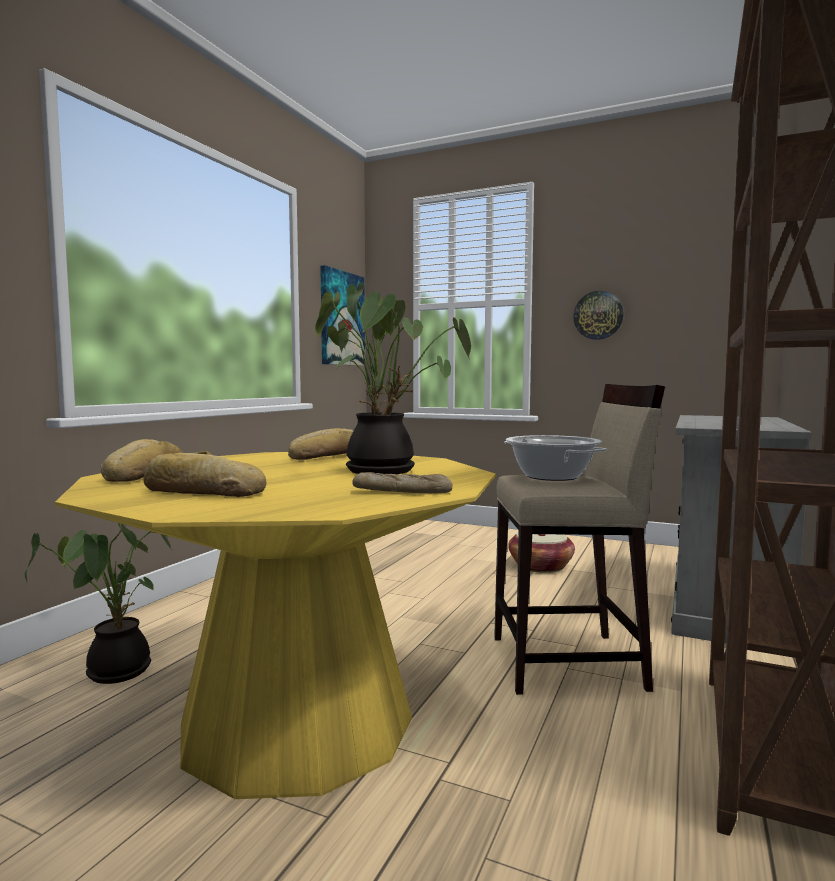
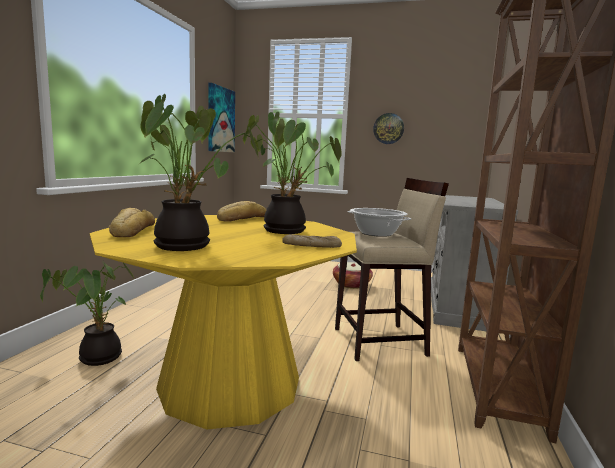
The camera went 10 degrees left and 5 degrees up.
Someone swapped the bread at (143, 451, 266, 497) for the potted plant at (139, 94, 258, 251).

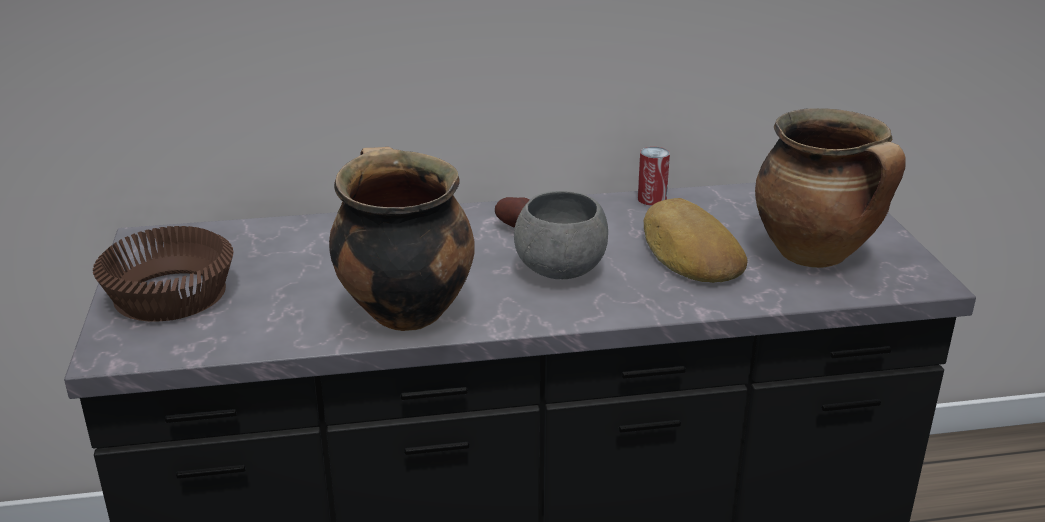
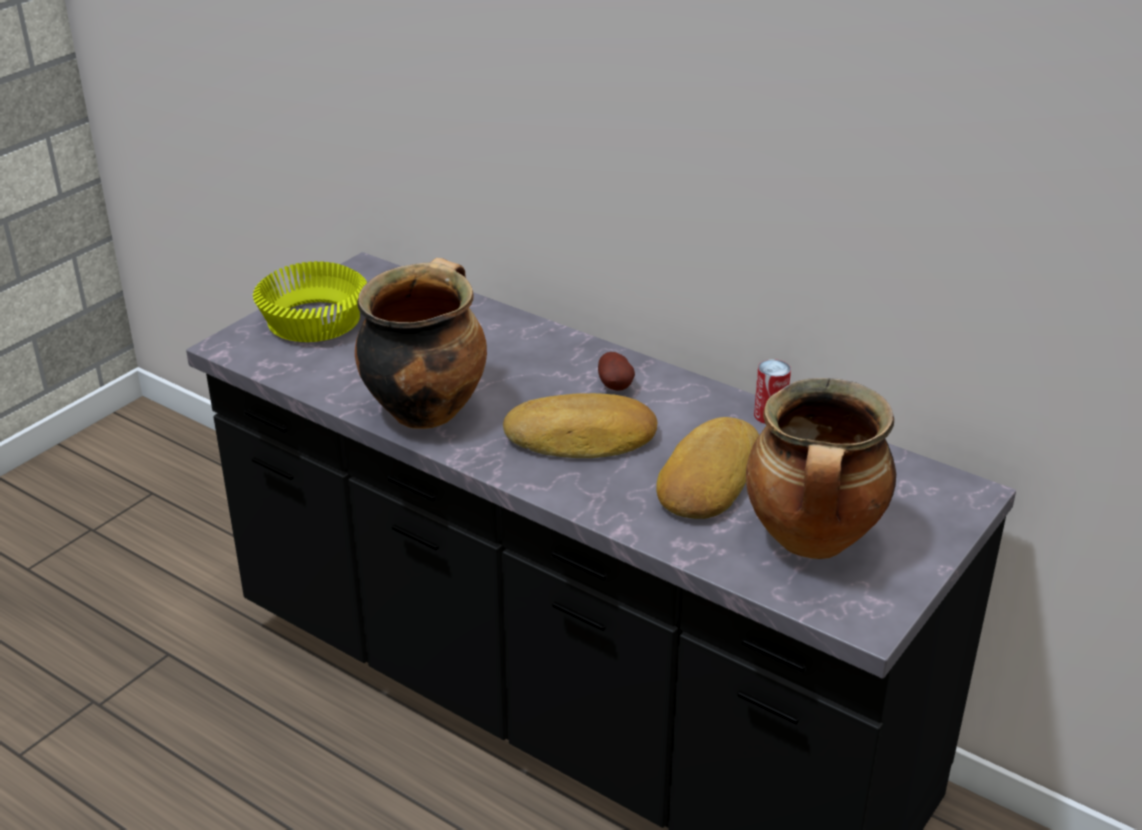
The camera went 45 degrees right and 5 degrees up.
Someone swapped the bowl in grey at (514, 191, 608, 279) for the bread at (503, 393, 657, 458).
Someone repainted the bowl in brown at (93, 226, 233, 322), which became the bowl in yellow at (253, 261, 367, 342).

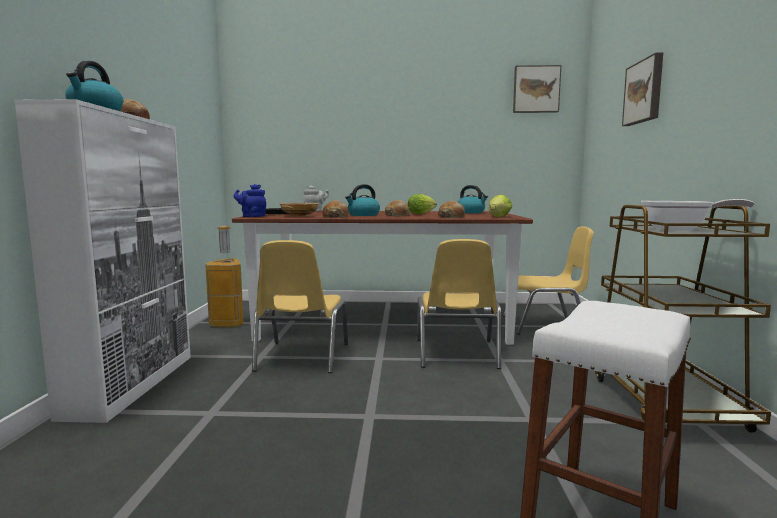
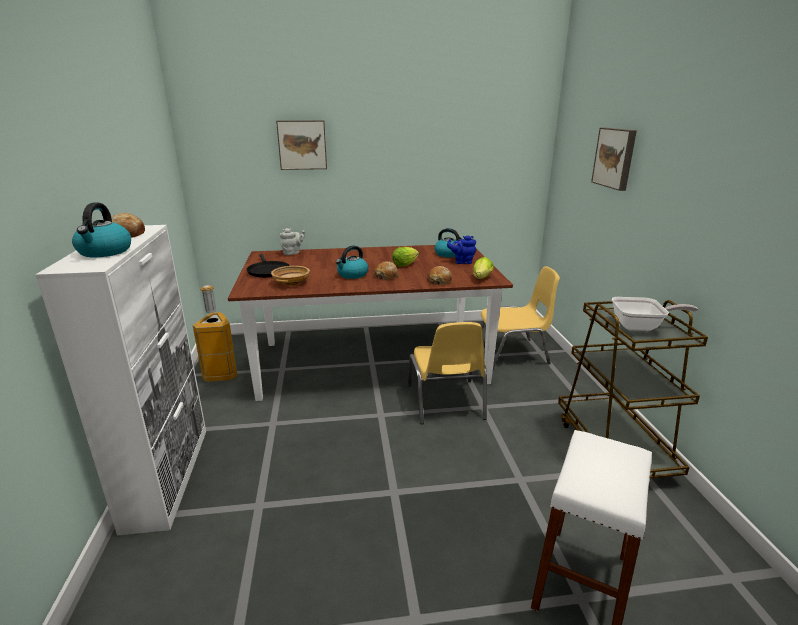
The camera went 10 degrees left and 15 degrees up.
Someone carried the picture from (513, 65, 561, 113) to (276, 120, 327, 170).
Someone carried the teapot in blue from (234, 184, 266, 217) to (447, 236, 476, 264).
Someone took away the bread at (322, 201, 349, 218).
Someone took away the chair in yellow at (252, 240, 348, 373).

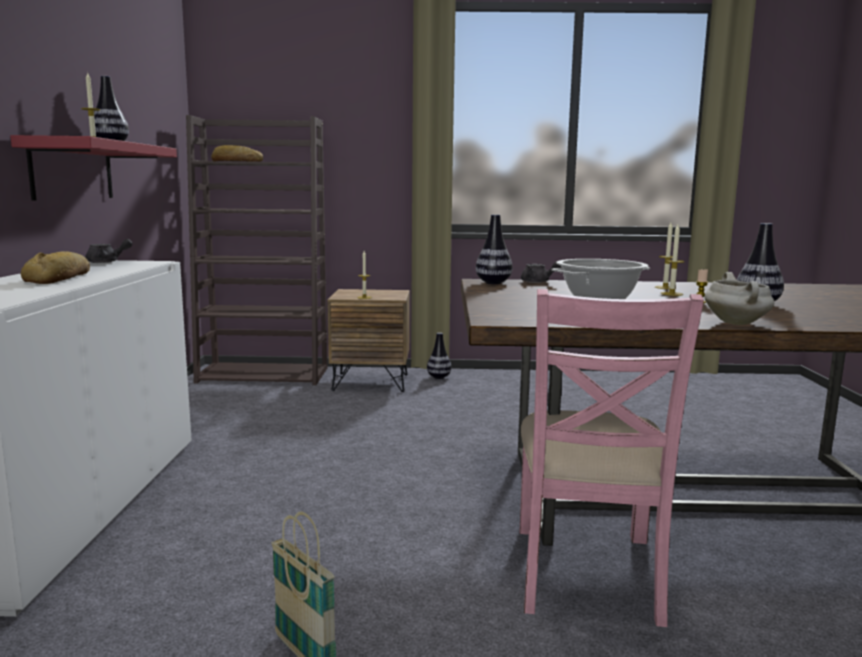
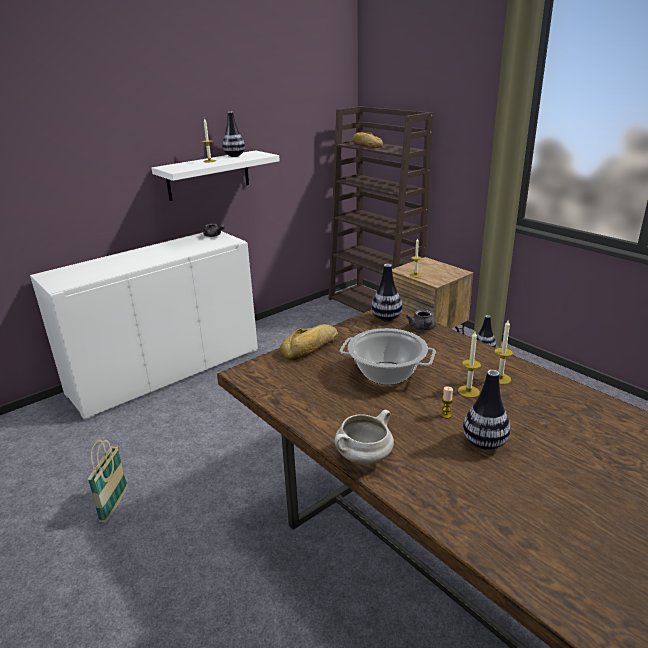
The camera went 50 degrees right and 15 degrees up.
Someone repainted the shelf in red at (10, 135, 177, 201), which became the shelf in white at (152, 150, 280, 201).
Someone carried the bread from (21, 251, 90, 284) to (280, 324, 338, 360).
Someone took away the chair in pink at (519, 289, 704, 627).

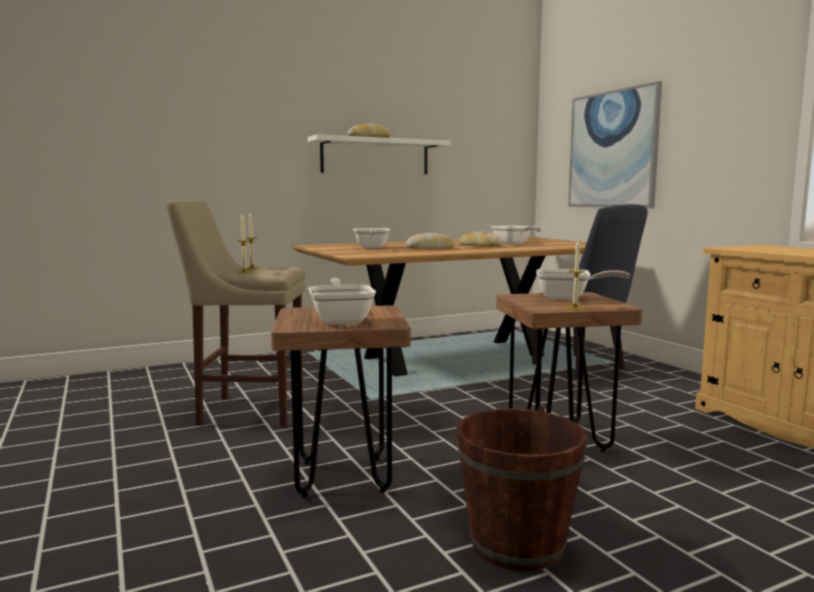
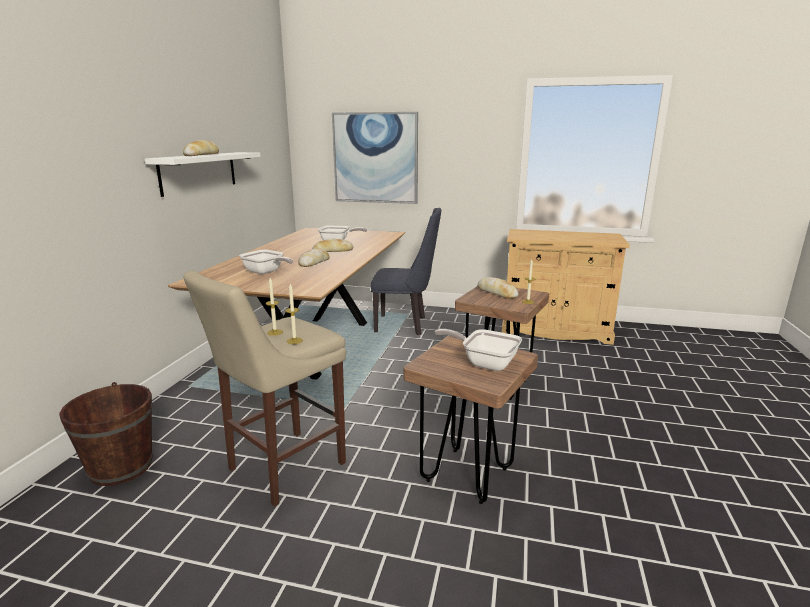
The camera went 50 degrees left and 10 degrees up.
Someone swapped the frying pan at (536, 269, 630, 300) for the bread at (477, 277, 518, 299).
Someone carried the bucket in brown from (456, 406, 588, 571) to (59, 382, 153, 486).

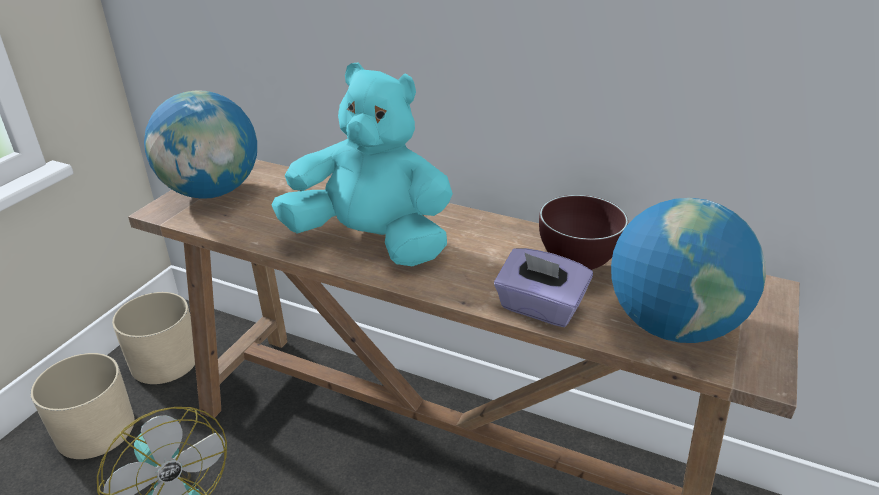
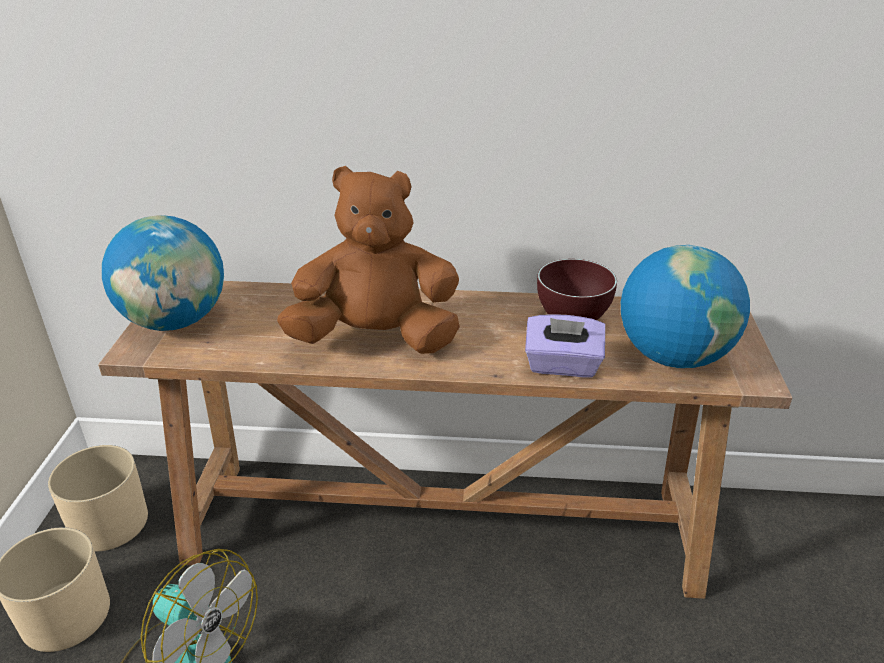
The camera went 20 degrees left and 0 degrees up.
Someone repainted the plush toy in turquoise at (272, 62, 453, 266), which became the plush toy in brown at (277, 166, 460, 354).

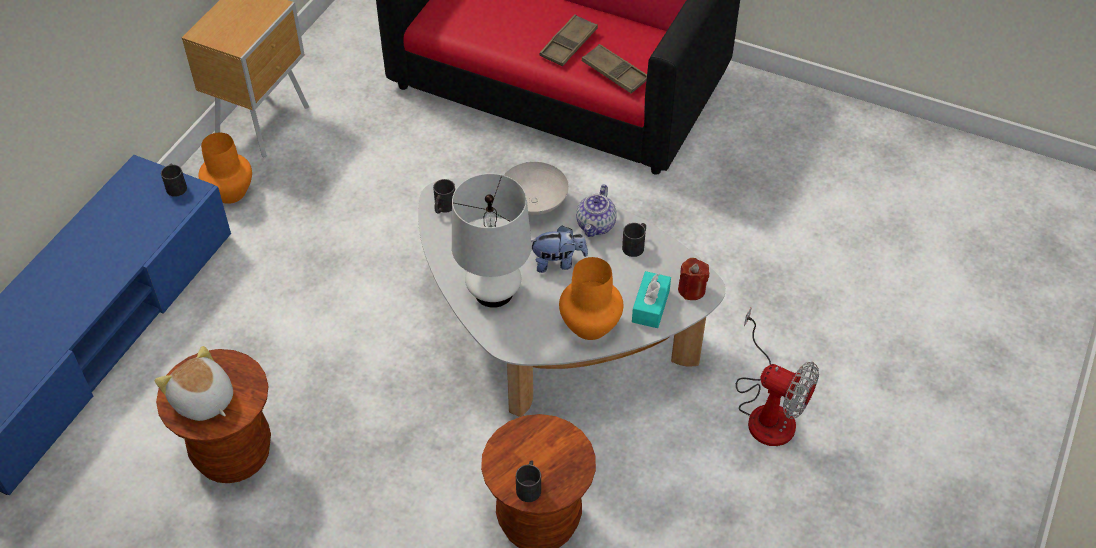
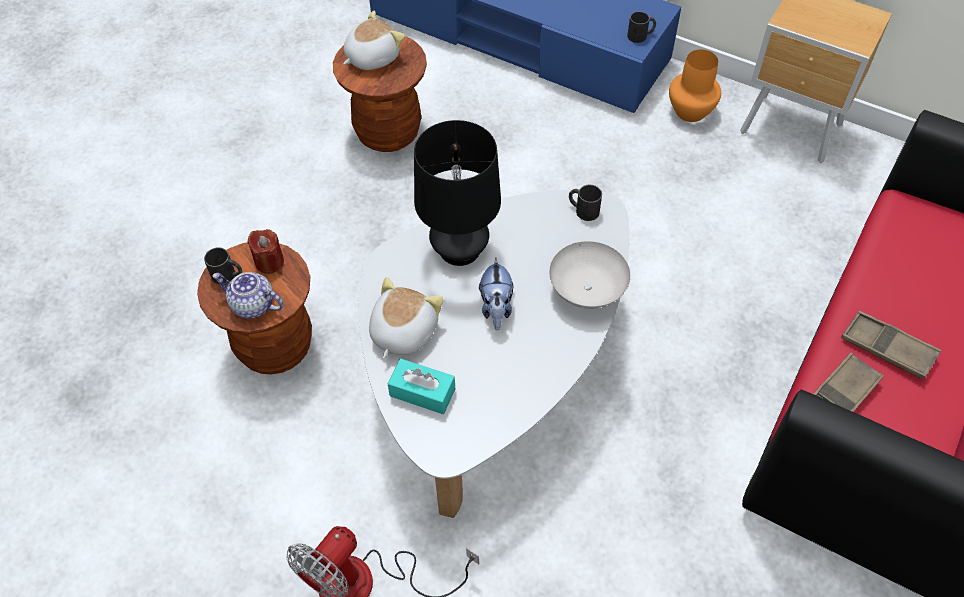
The camera went 95 degrees right and 5 degrees up.
Someone repainted the table lamp in white at (452, 174, 532, 308), which became the table lamp in black at (414, 120, 501, 266).
Someone carried the teapot from (576, 184, 617, 237) to (212, 272, 283, 319).
Someone took away the mug in black at (622, 223, 646, 257).
Someone swapped the vase in orange at (559, 257, 623, 340) for the plush toy at (369, 277, 443, 359).
Someone carried the candle in red from (678, 258, 710, 300) to (248, 229, 284, 274).

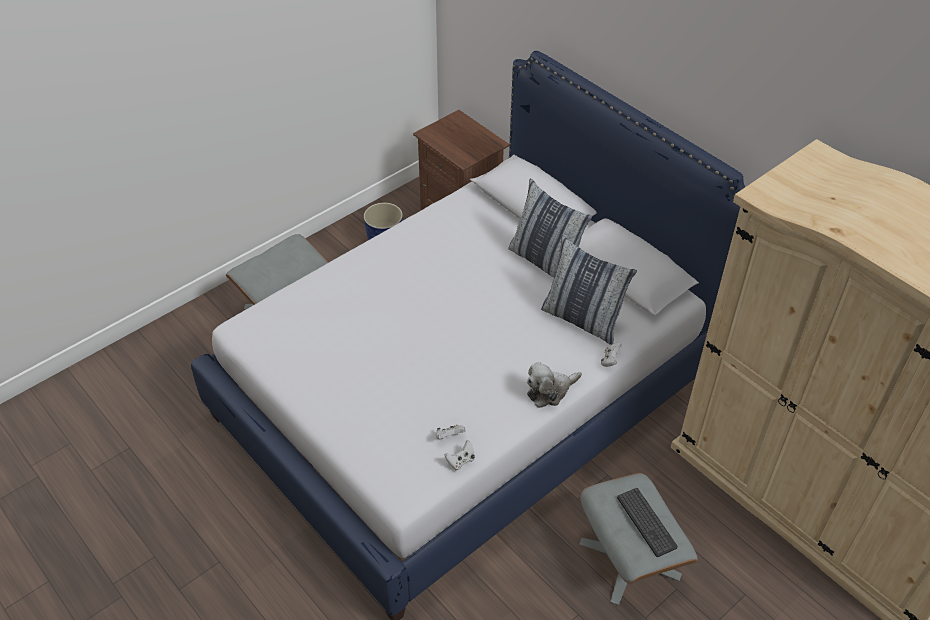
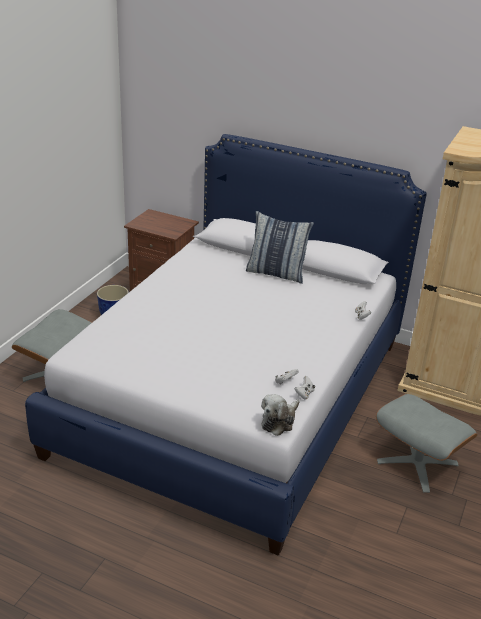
The camera went 25 degrees left and 15 degrees down.
Someone took away the pillow at (541, 236, 637, 345).
Someone carried the plush toy from (527, 362, 582, 408) to (261, 394, 300, 436).
Someone took away the keyboard at (617, 488, 678, 557).

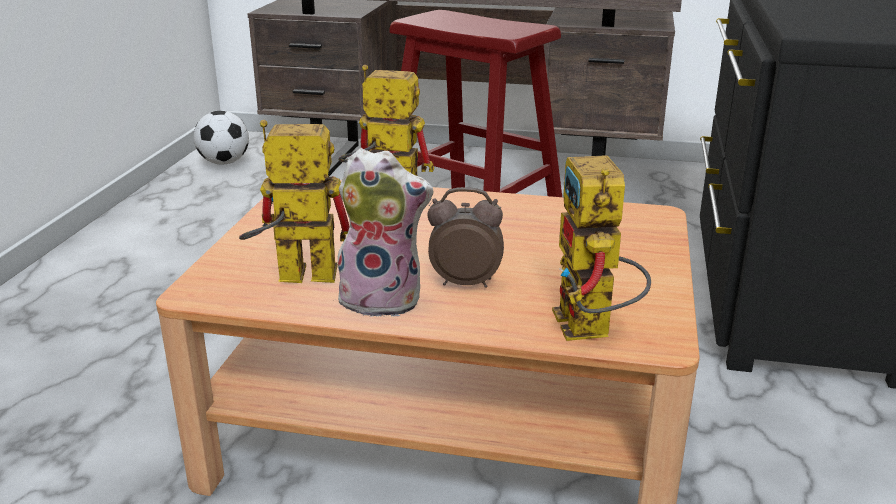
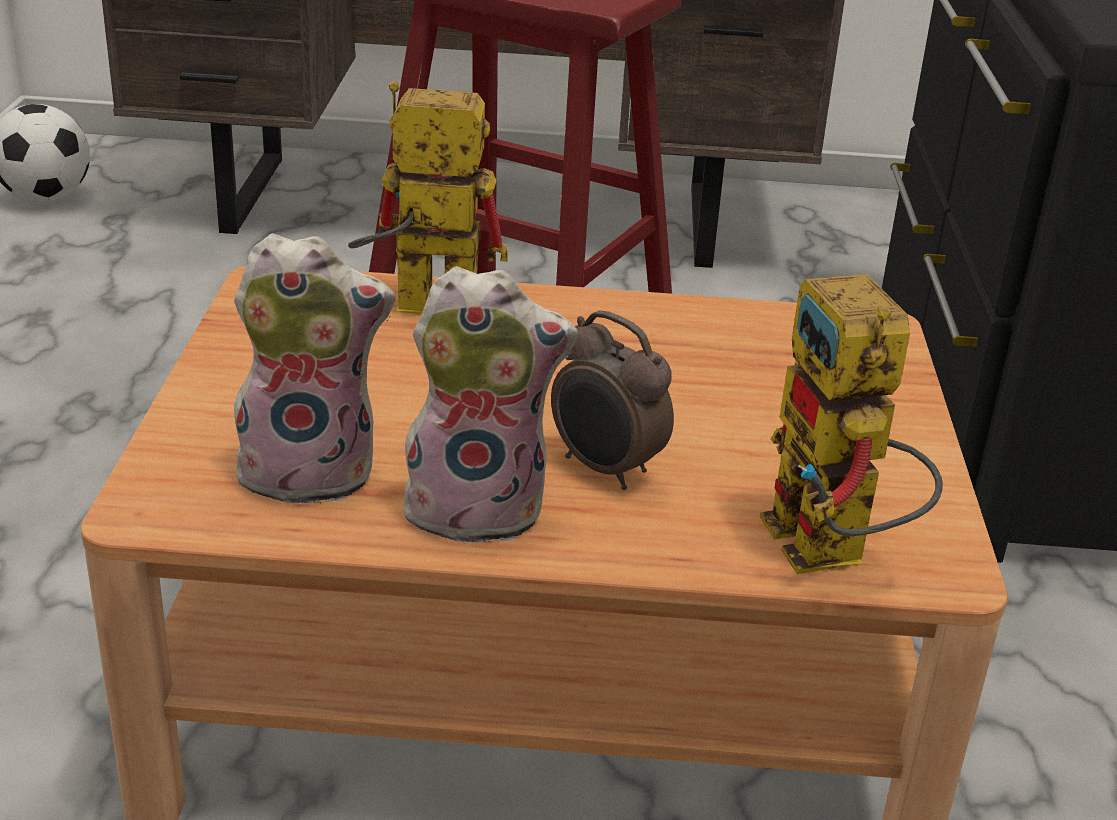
The camera went 10 degrees left and 5 degrees up.
Someone swapped the toy robot at (239, 120, 350, 283) for the plush toy at (232, 233, 395, 505).
Someone rotated the alarm clock at (428, 187, 504, 288) by 135 degrees counterclockwise.

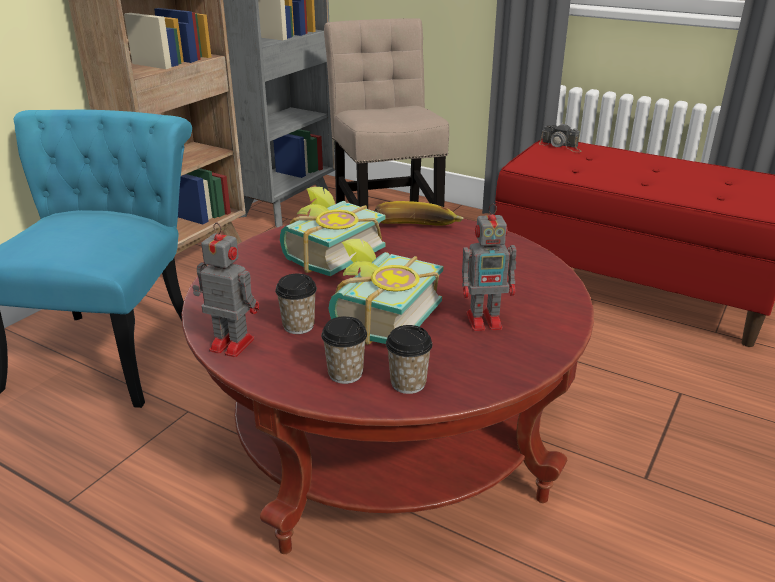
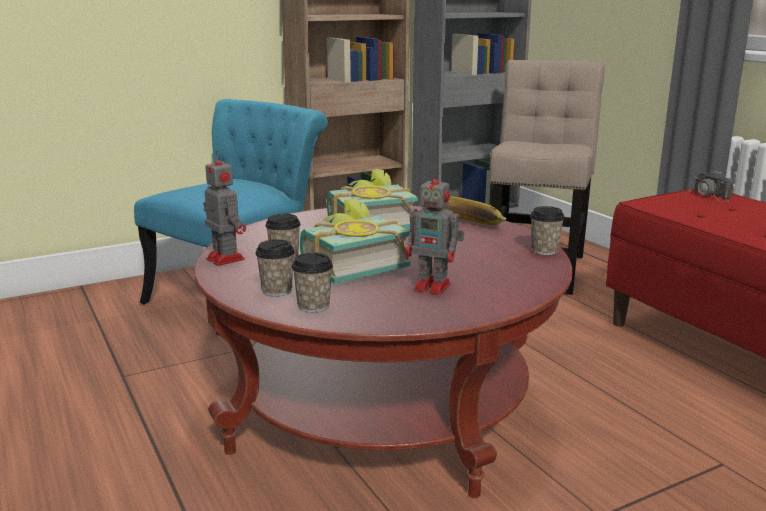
The camera went 30 degrees right and 10 degrees down.
Someone put down the cup at (530, 206, 565, 255).

